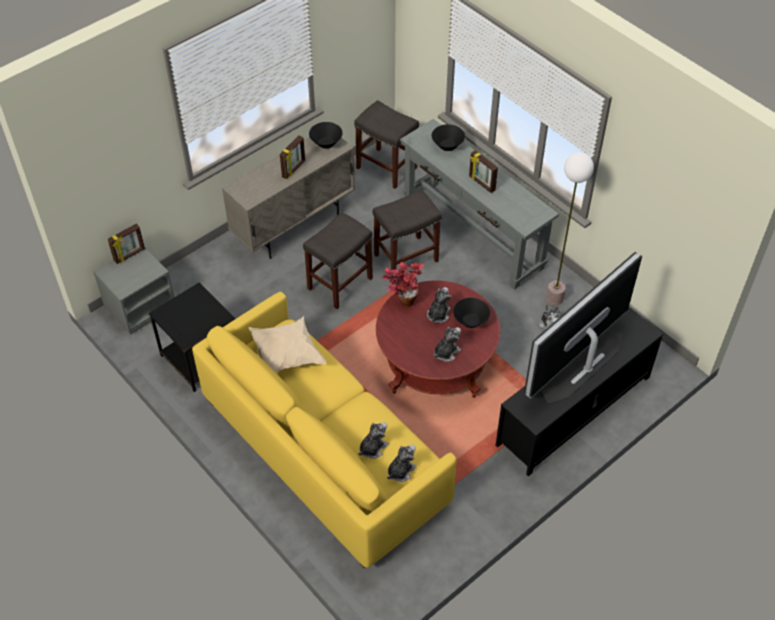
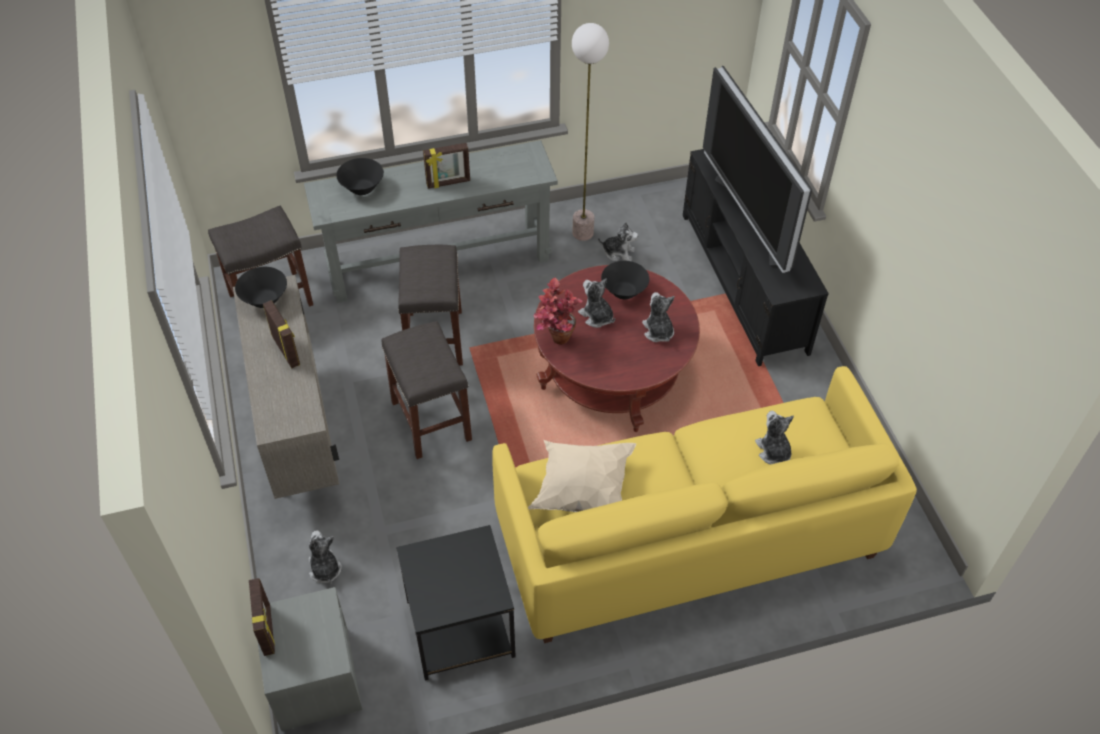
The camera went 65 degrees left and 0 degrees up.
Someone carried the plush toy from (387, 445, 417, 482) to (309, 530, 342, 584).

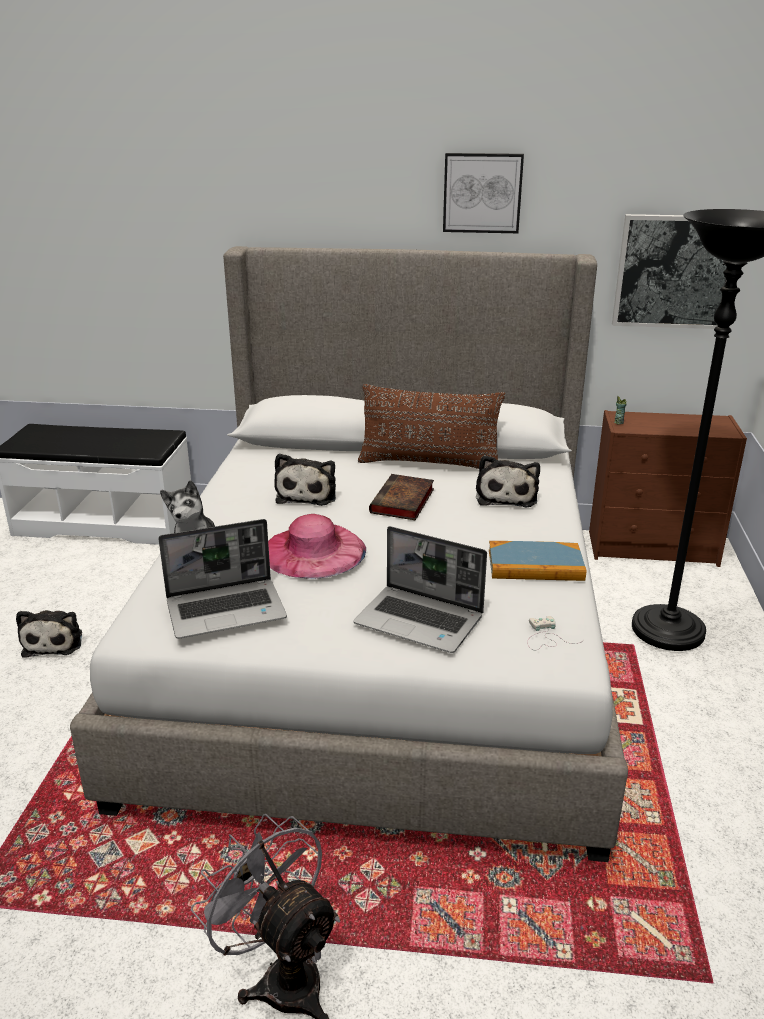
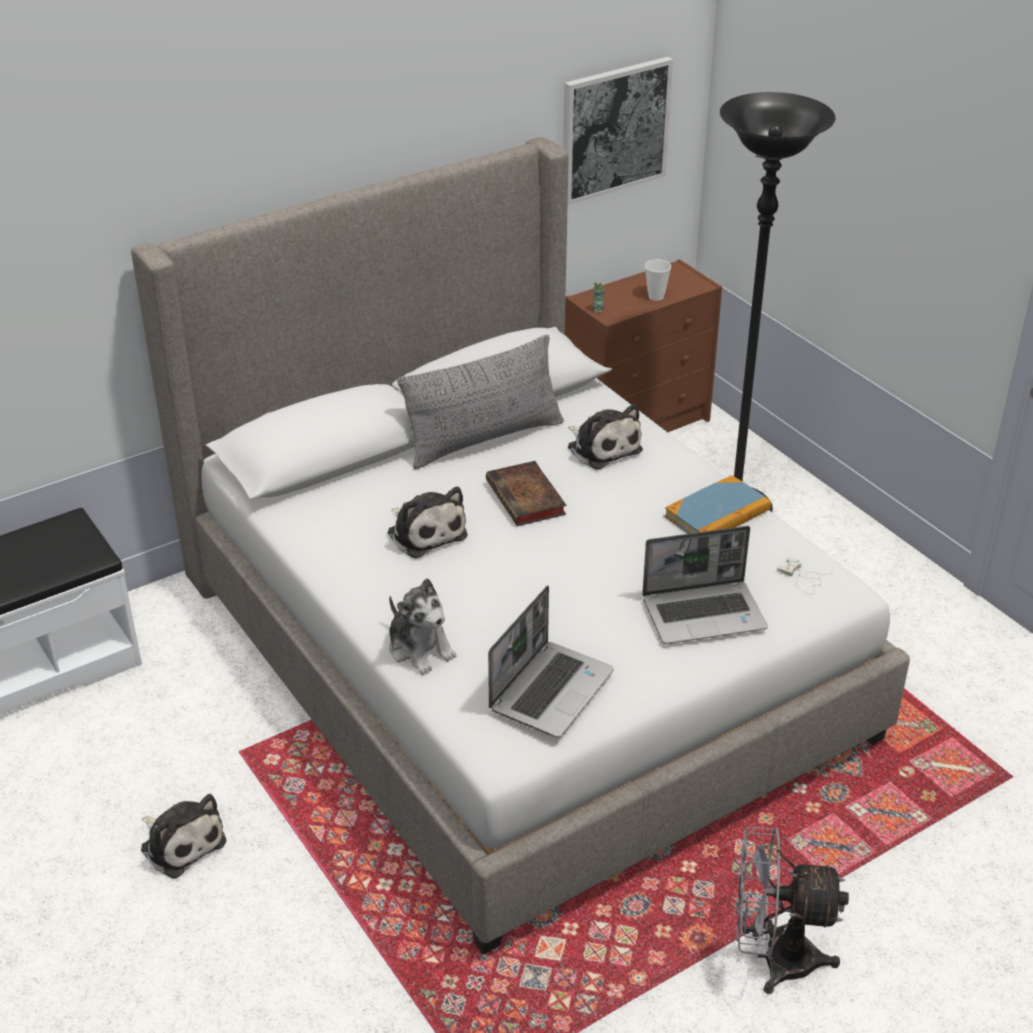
The camera went 40 degrees left and 10 degrees up.
Someone took away the picture at (443, 153, 524, 233).
Someone repainted the pillow in brown at (358, 384, 505, 469), which became the pillow in grey at (397, 334, 564, 469).
Someone took away the hat in pink at (268, 514, 366, 579).
Someone put down the cup at (645, 260, 671, 301).

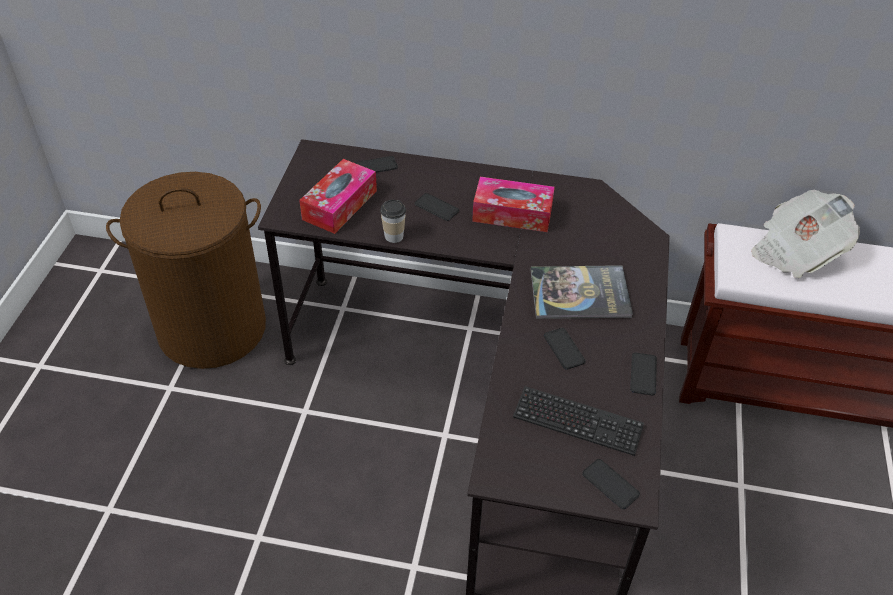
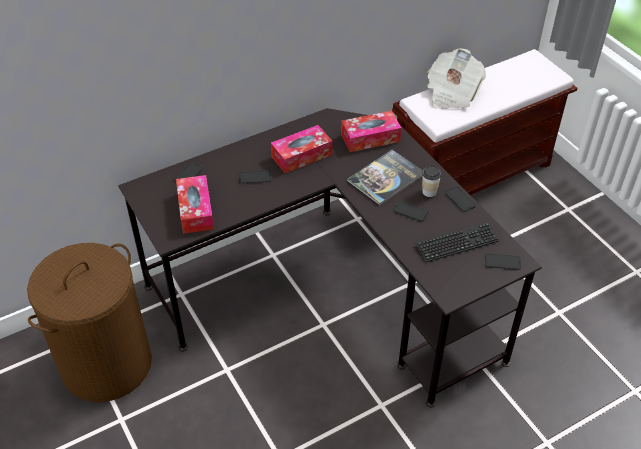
The camera went 40 degrees left and 0 degrees up.
Someone carried the cup from (380, 200, 406, 243) to (422, 166, 441, 197).
Someone put down the tissue box at (341, 111, 401, 152).

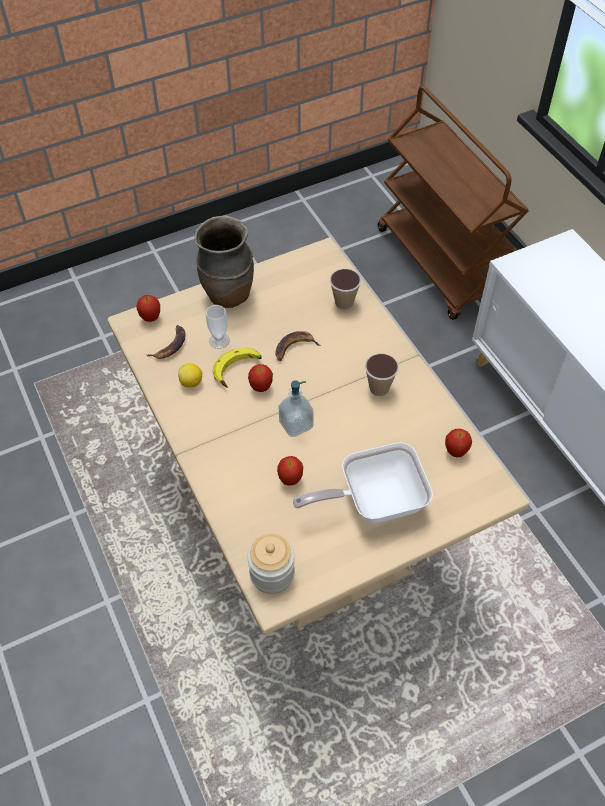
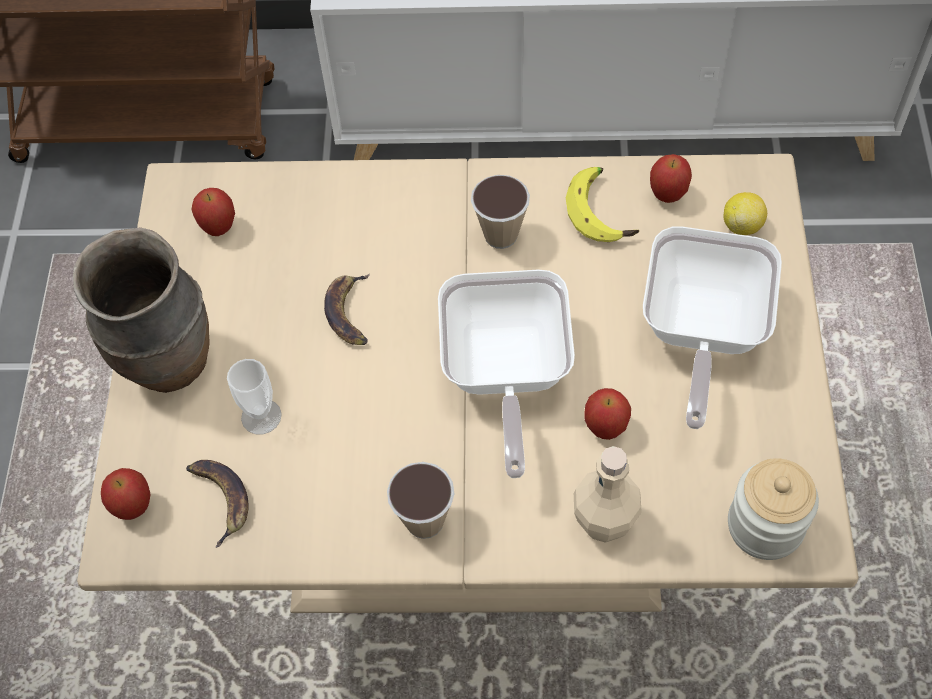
The camera went 60 degrees left and 5 degrees up.
Someone carried the cup from (330, 269, 361, 310) to (387, 462, 454, 539).
Someone carried the banana from (213, 348, 262, 388) to (566, 167, 639, 242).
Someone carried the lemon from (178, 363, 202, 388) to (723, 192, 767, 235).
Someone carried the apple from (248, 364, 273, 392) to (191, 188, 235, 236).
Someone swapped the soap dispenser at (278, 380, 314, 437) for the frying pan at (438, 269, 575, 478).
Someone put down the bottle in beige at (574, 446, 642, 543).

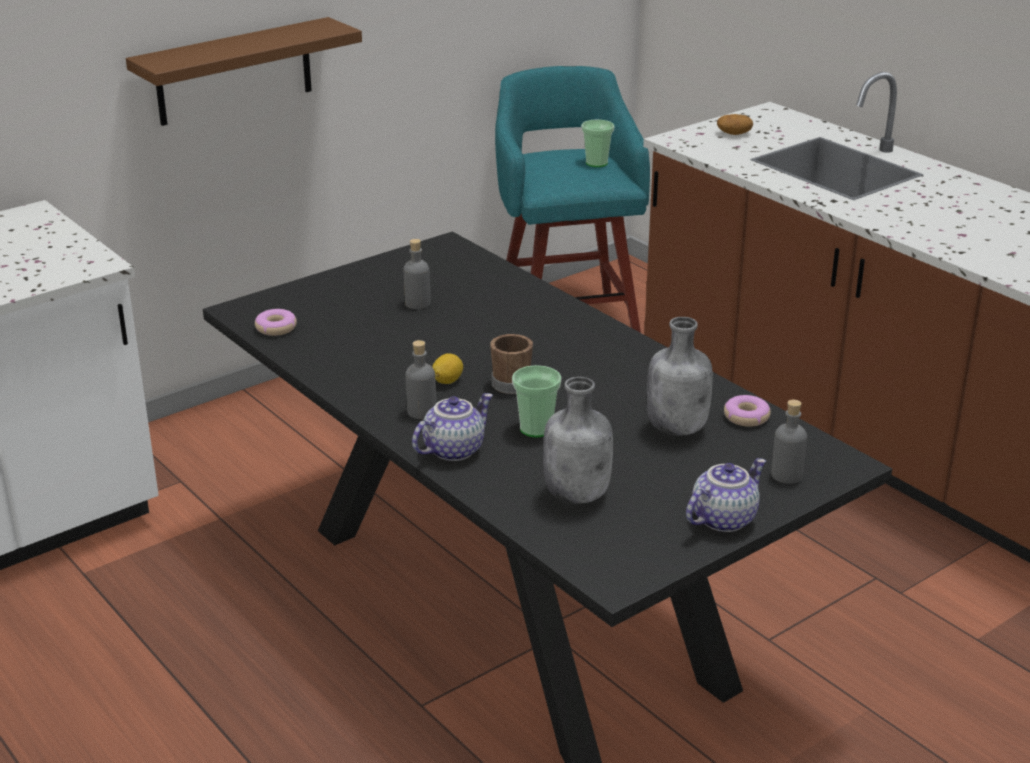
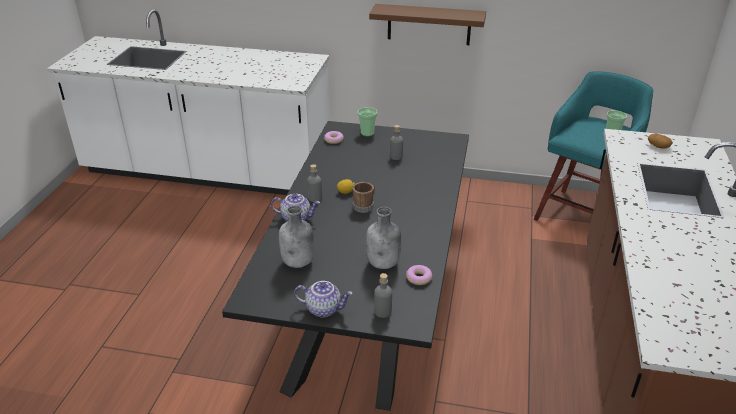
The camera went 50 degrees right and 5 degrees up.
Someone carried the cup from (512, 365, 561, 437) to (358, 107, 378, 137).

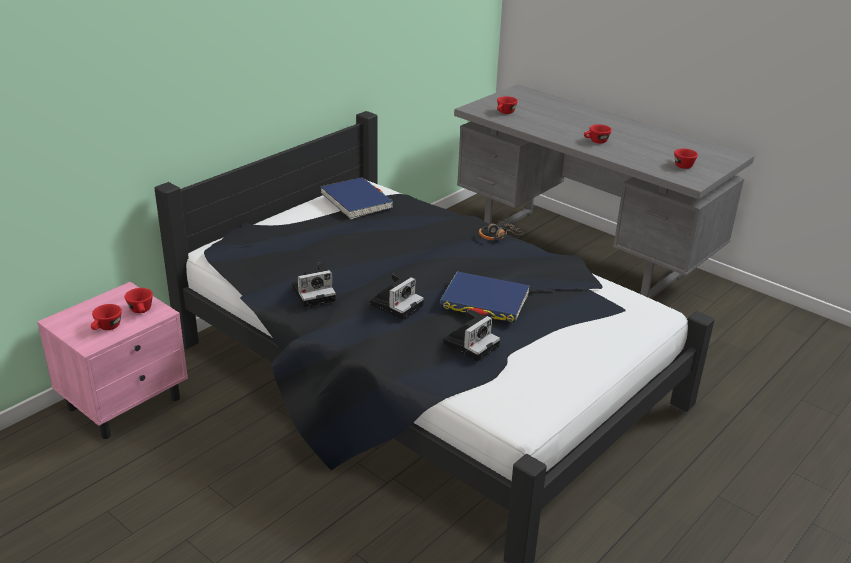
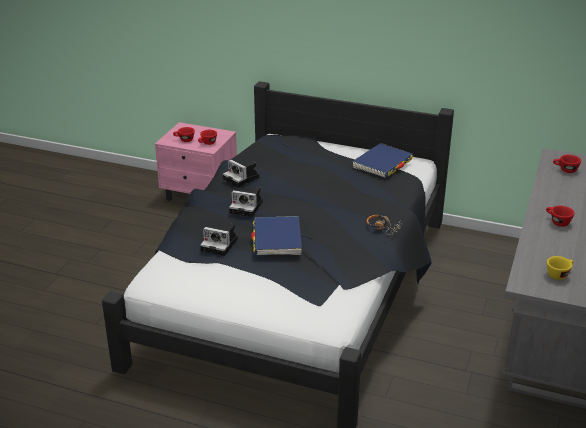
The camera went 70 degrees right and 0 degrees up.
Someone repainted the cup in red at (674, 148, 698, 169), which became the cup in yellow at (547, 256, 573, 280).

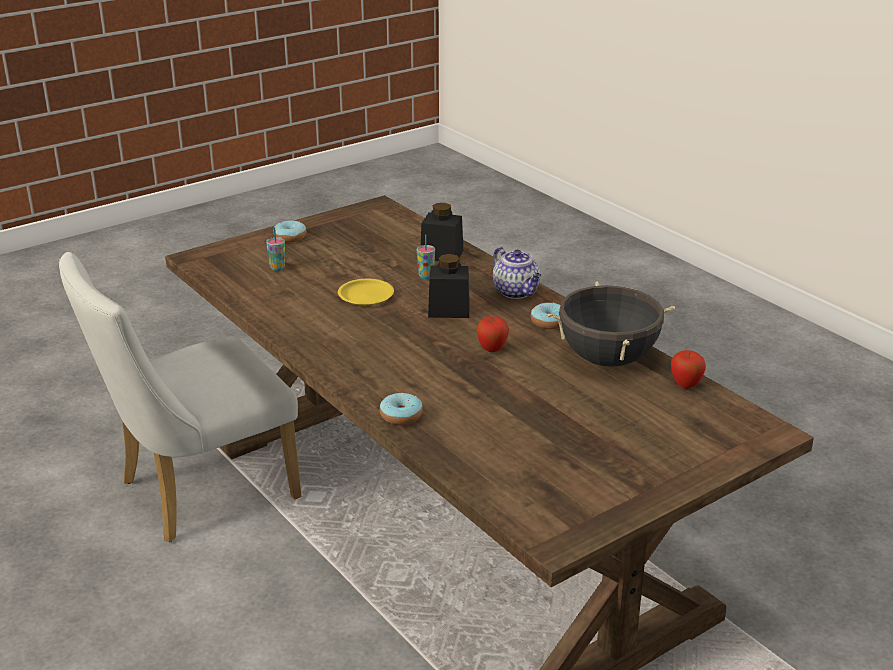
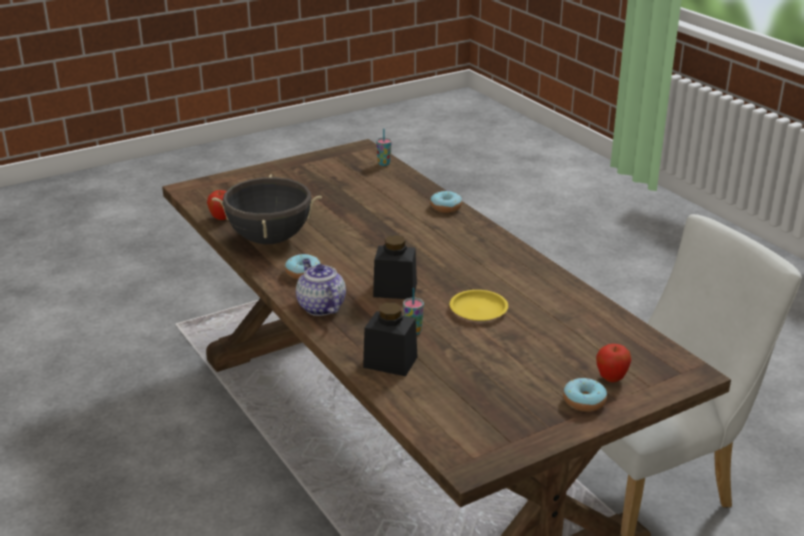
The camera went 175 degrees left and 0 degrees up.
Someone carried the cup from (266, 227, 285, 271) to (376, 129, 392, 166).
Someone carried the apple from (477, 316, 509, 352) to (596, 344, 631, 382).

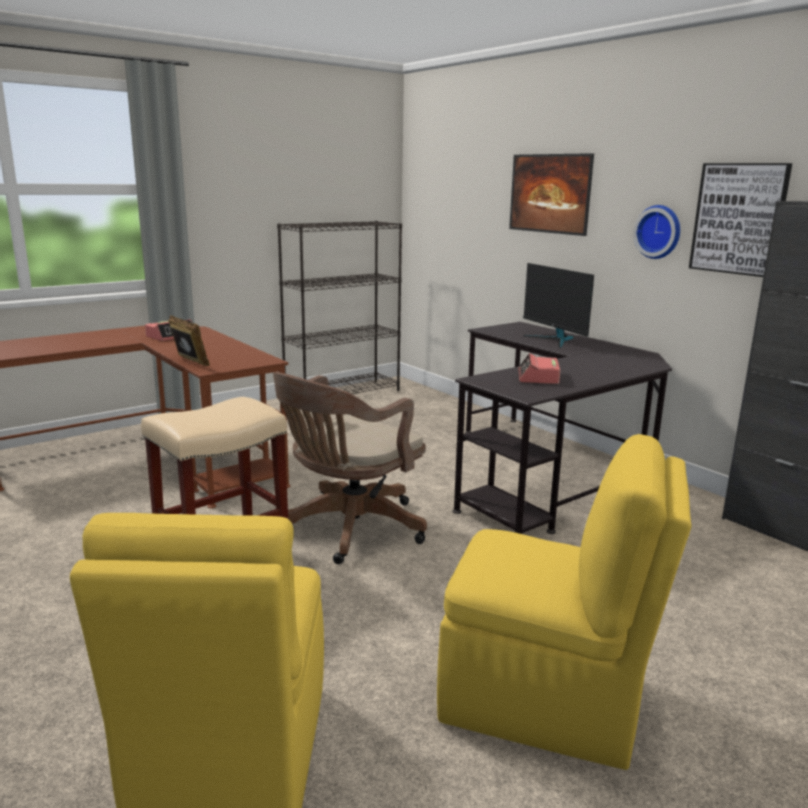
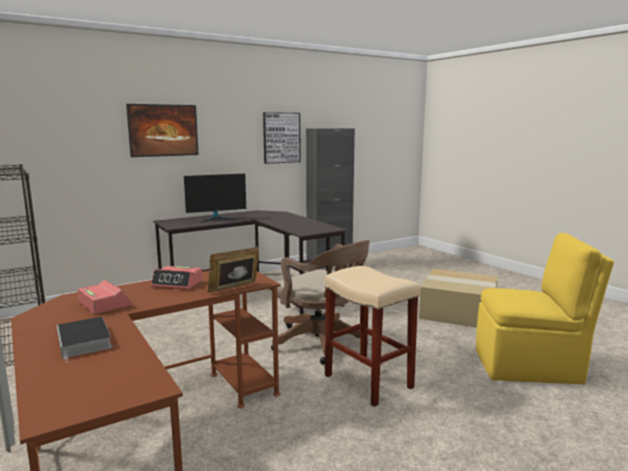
The camera went 85 degrees left and 5 degrees down.
Someone took away the wall clock at (633, 205, 680, 259).
Someone carried the alarm clock from (519, 353, 560, 384) to (151, 266, 202, 290).
Someone swapped the chair in yellow at (437, 434, 692, 770) for the cardboard box at (419, 269, 498, 328).
Someone put down the book at (57, 317, 112, 363).

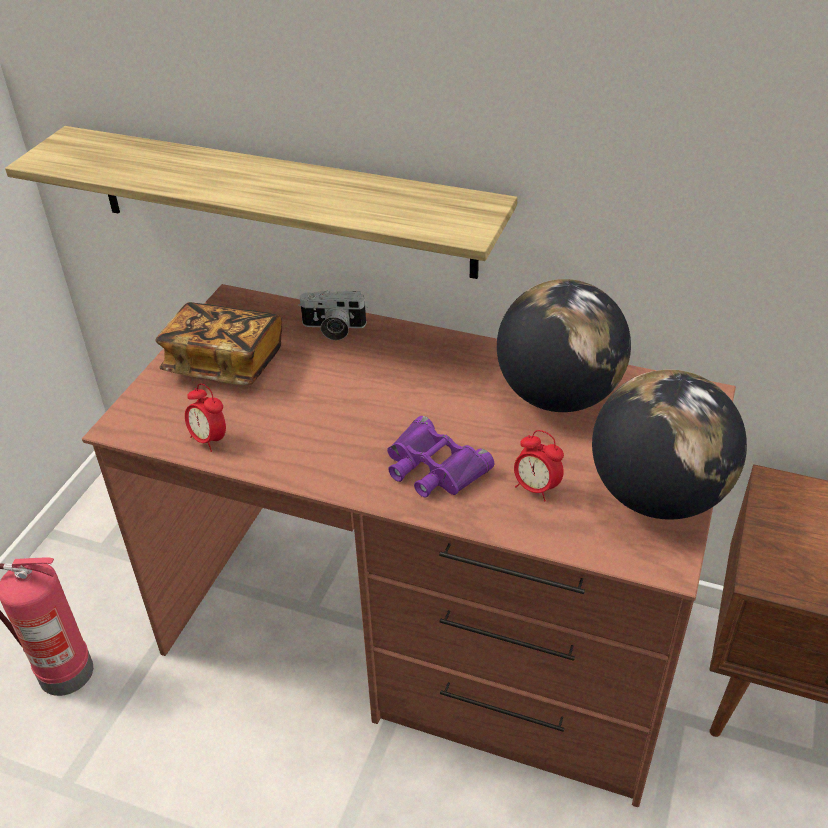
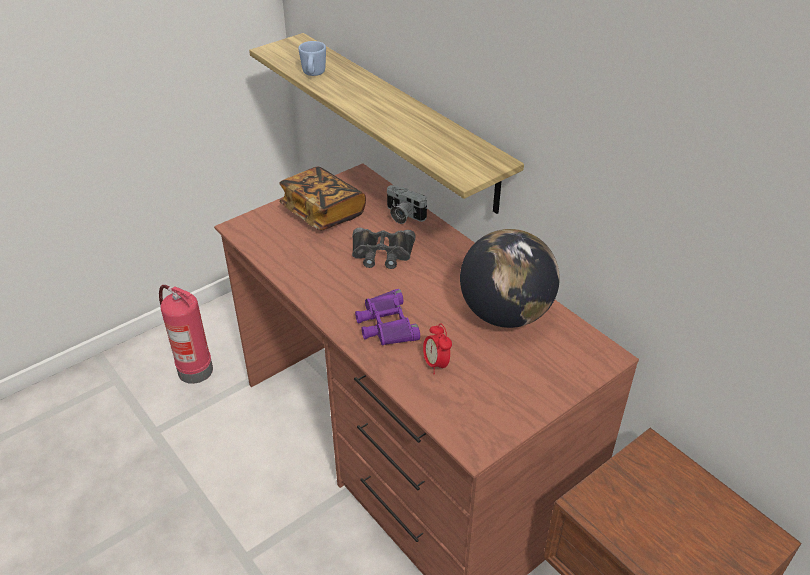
The camera went 30 degrees right and 0 degrees up.
Someone took away the globe at (592, 370, 747, 520).
Someone took away the alarm clock at (185, 383, 226, 452).
Someone put down the mug in blue at (298, 41, 326, 76).
Someone put down the binoculars in black at (352, 228, 416, 269).

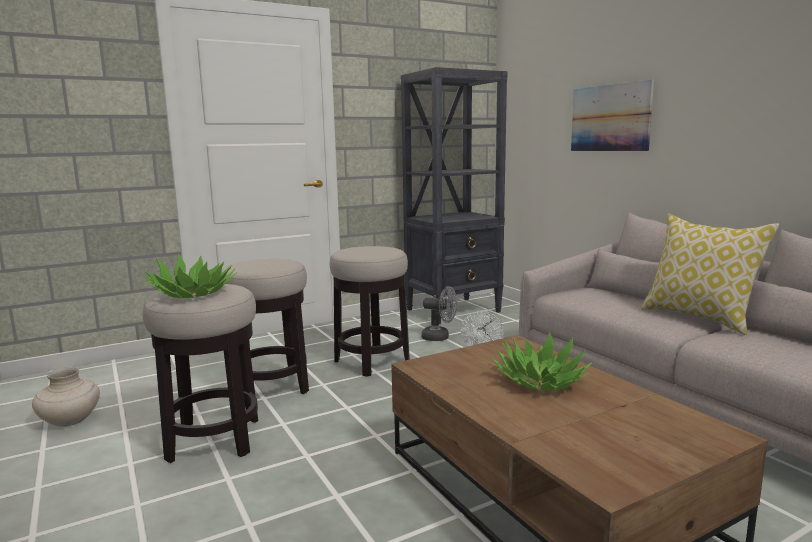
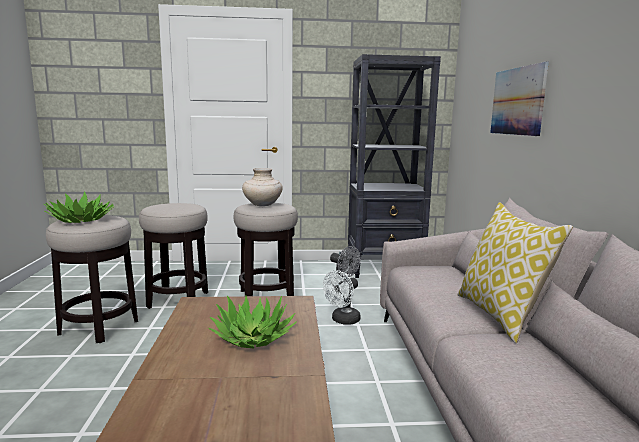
The camera went 25 degrees right and 0 degrees up.
Someone carried the vase in beige from (32, 367, 100, 427) to (242, 168, 283, 206).

